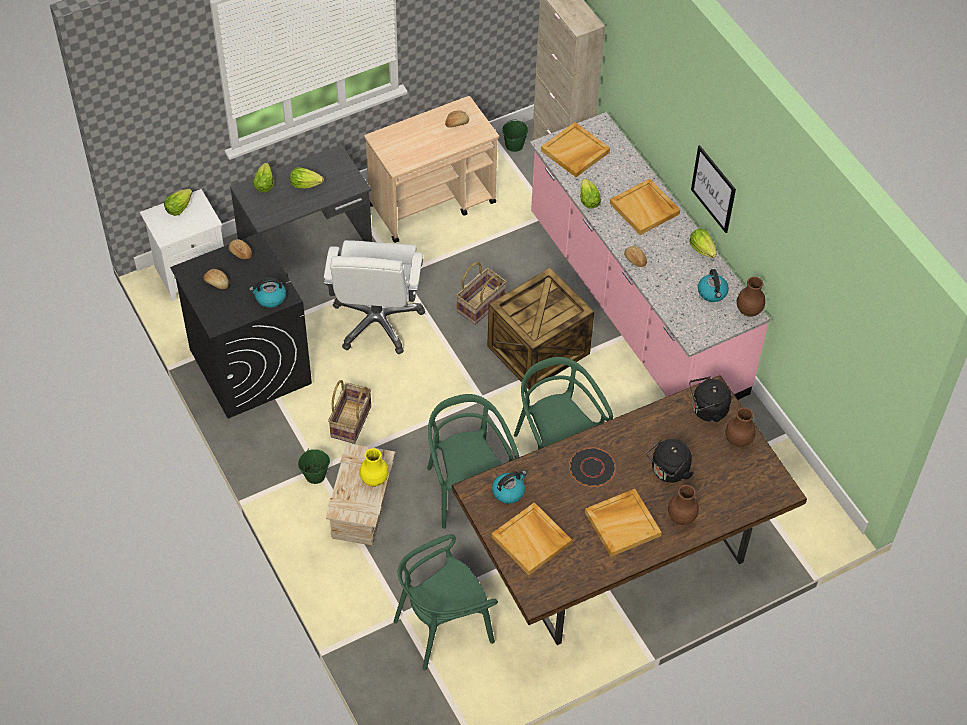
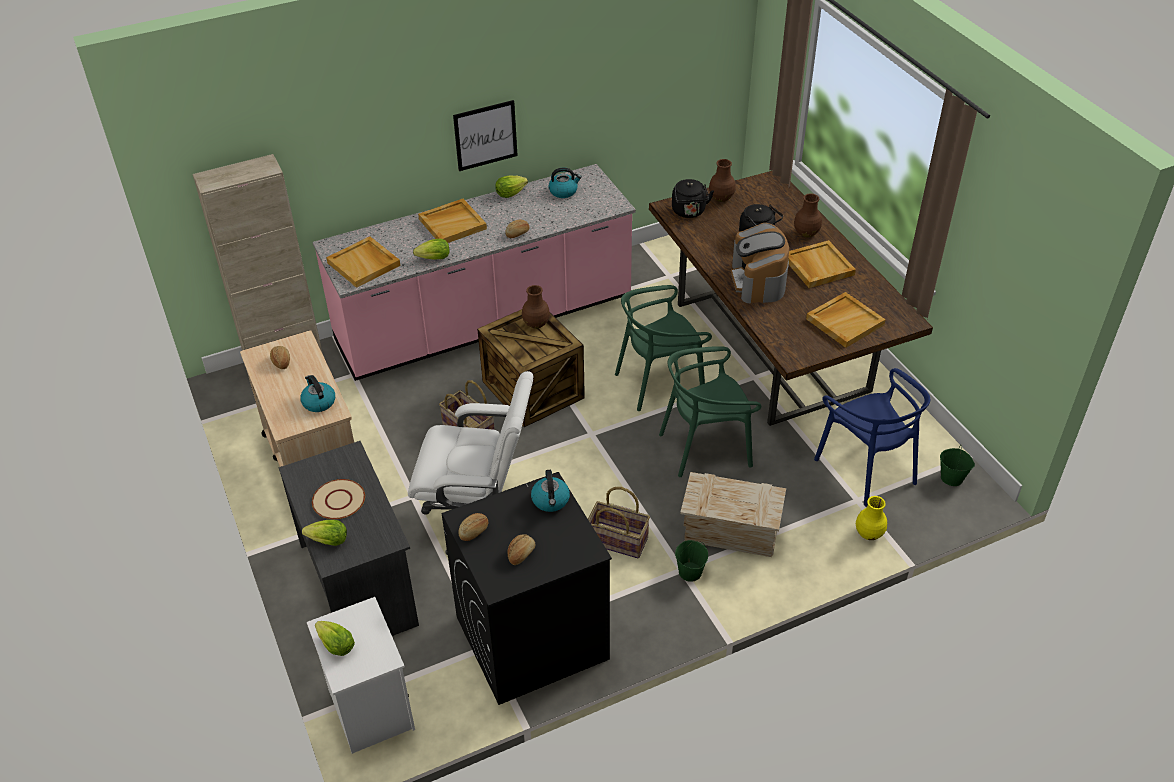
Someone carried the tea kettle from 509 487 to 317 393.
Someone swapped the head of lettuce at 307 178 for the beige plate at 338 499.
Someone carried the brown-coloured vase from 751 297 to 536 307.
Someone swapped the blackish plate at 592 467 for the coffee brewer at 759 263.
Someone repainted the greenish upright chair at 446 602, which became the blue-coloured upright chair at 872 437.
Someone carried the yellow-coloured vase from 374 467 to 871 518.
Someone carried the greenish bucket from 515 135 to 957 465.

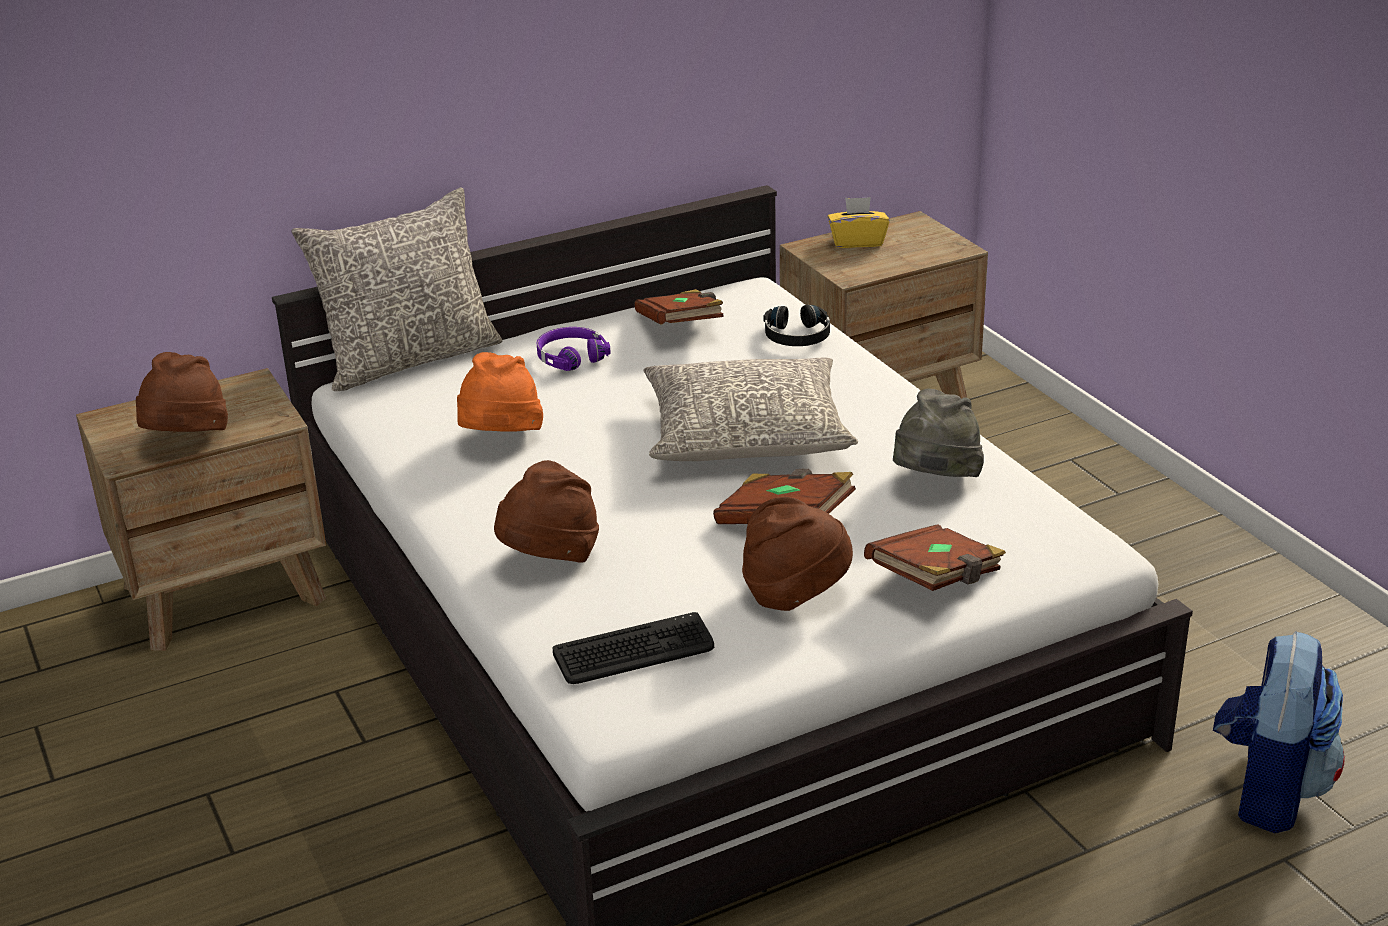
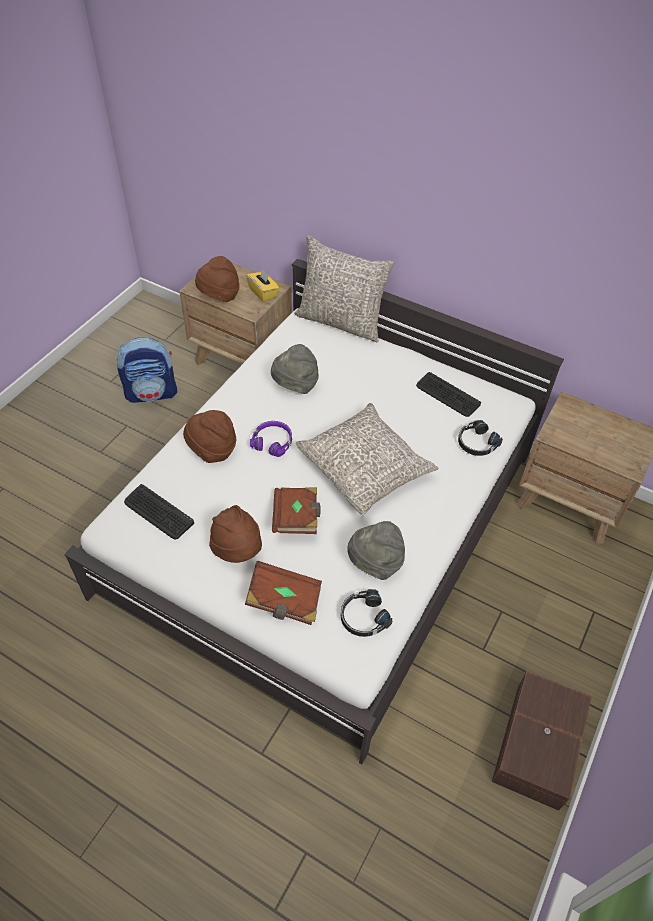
Someone carried the backpack from 1279 732 to 147 370.
Someone carried the yellow-coloured box of tissues from 859 222 to 262 285.
Someone carried the purple headset from 573 349 to 271 439.
Someone repainted the orange wearable hat at 500 392, which became the grey wearable hat at 295 369.
Someone put down the blackish headset at 366 613.
Someone swapped the brown-coloured bound book at 679 307 for the computer keyboard at 448 394.
Someone put down the brown-coloured storage container at 542 741.

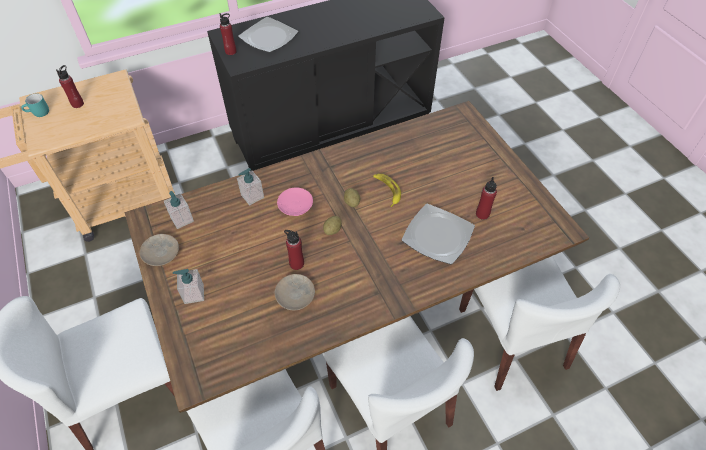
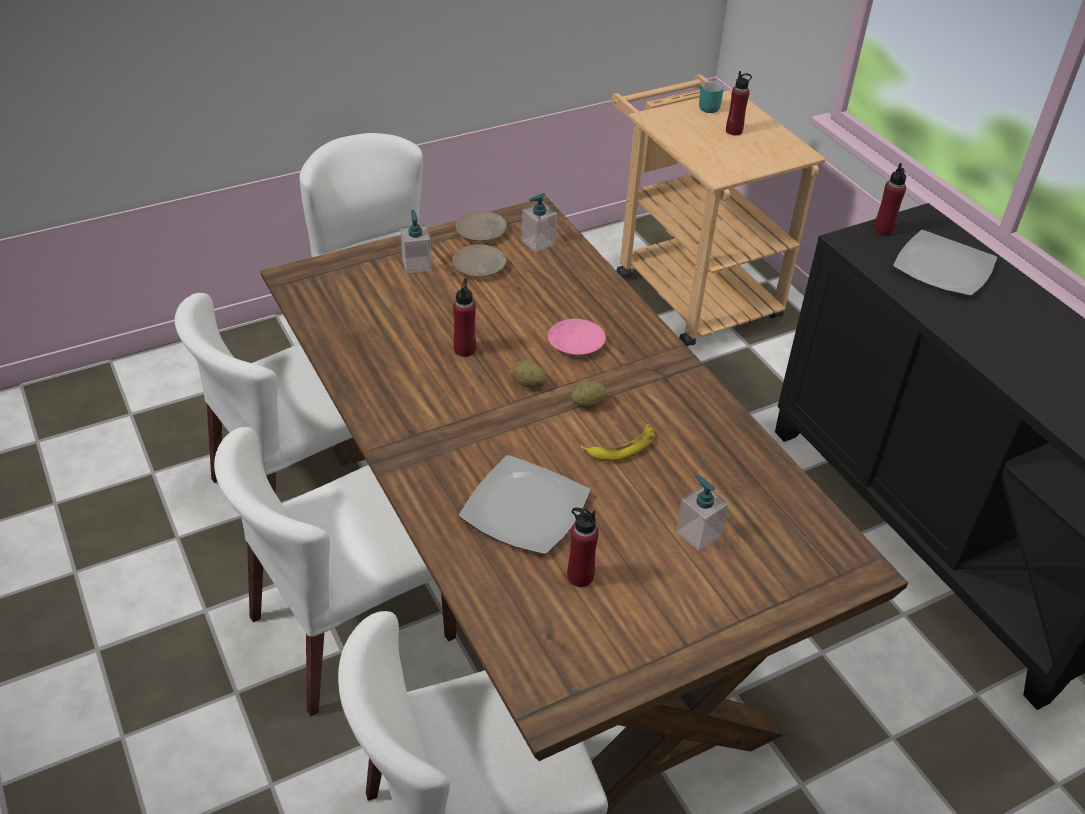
Someone carried the beige plate from 295 292 to 479 260.
Someone carried the liquid soap bottle from 250 186 to 702 512.

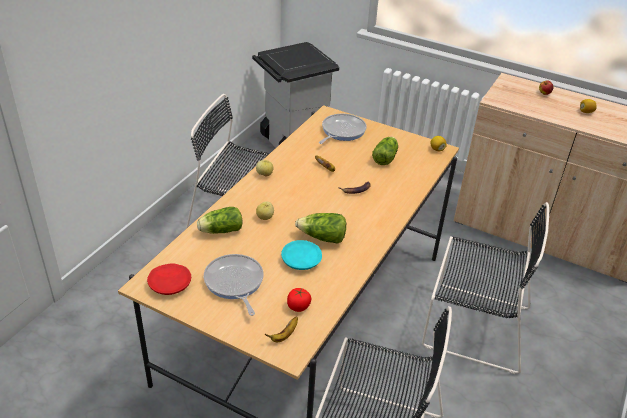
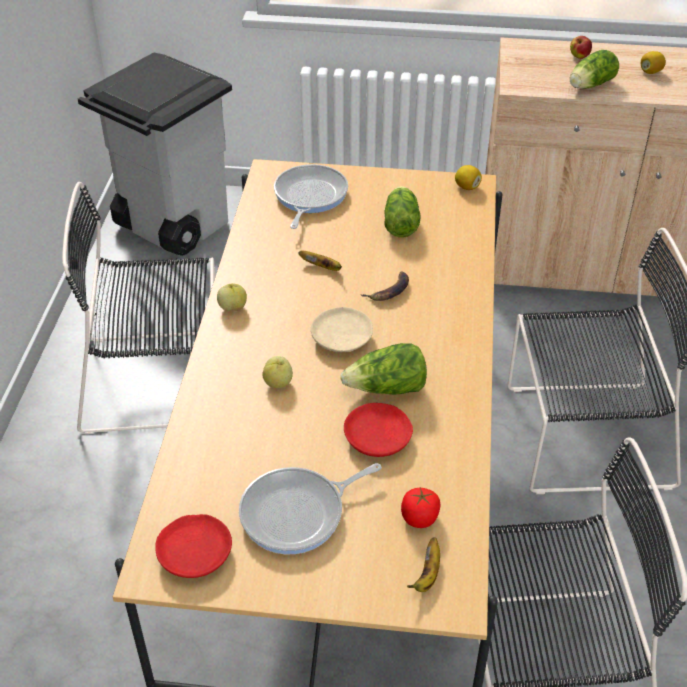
Someone rotated the skillet at 234 285 by 75 degrees counterclockwise.
Someone put down the beige plate at 342 329.
Someone repainted the turquoise plate at 301 255, which became the red-coloured plate at 378 430.
Someone carried the head of lettuce from 220 220 to 594 69.

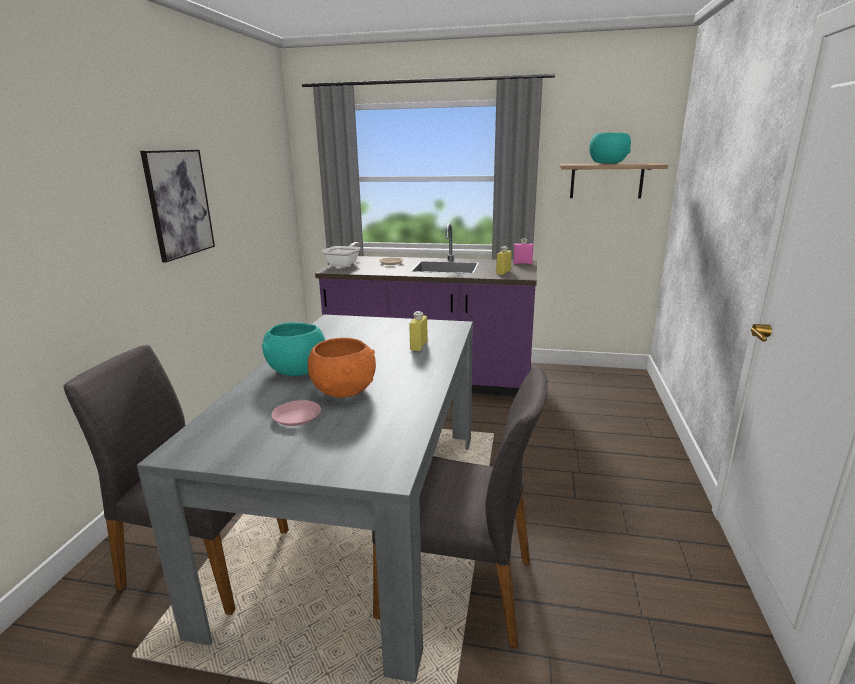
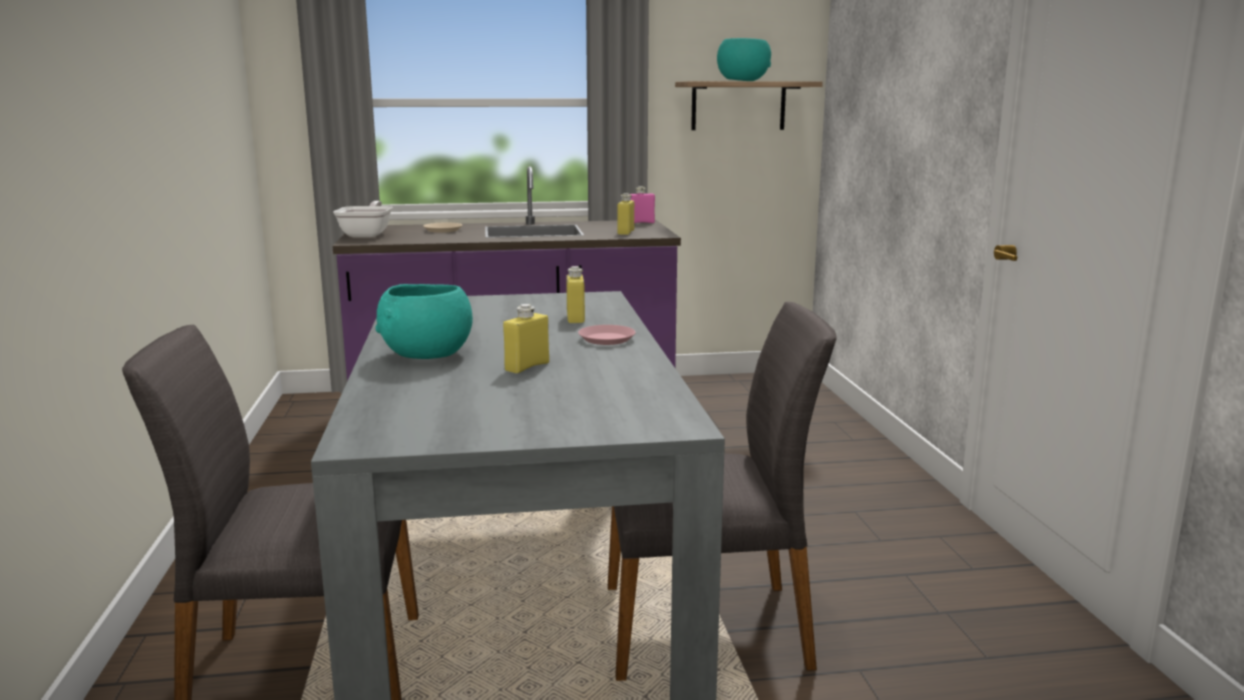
Someone swapped the orange serving bowl at 342 368 for the yellow-coloured drink bottle at 526 338.
Someone carried the pink plate from 296 413 to 607 335.
Someone took away the picture at 177 205.

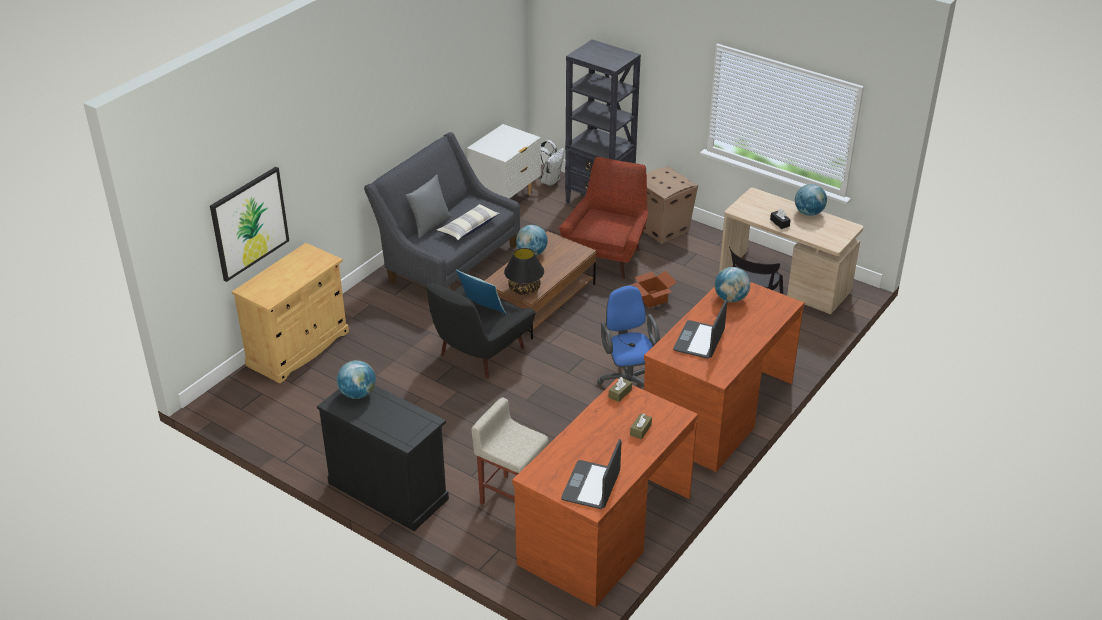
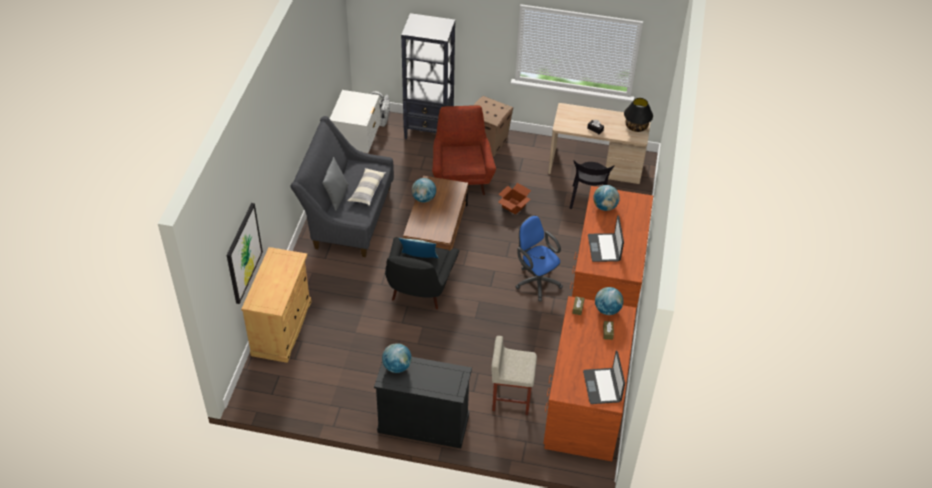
Someone carried the desk globe from 811 200 to 609 301.
Someone carried the blackish lamp for a table from 524 271 to 638 115.

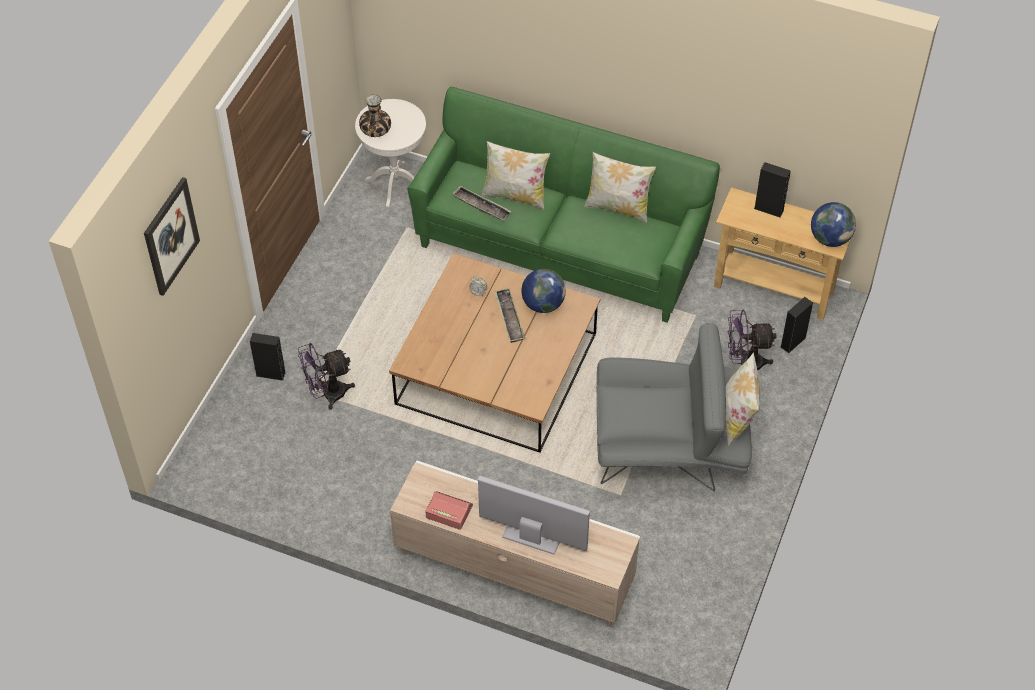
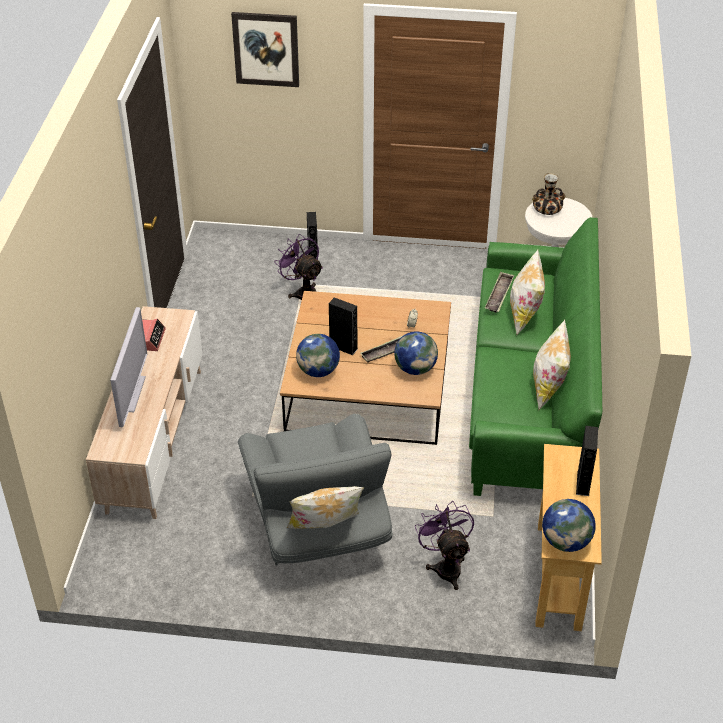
Someone put down the desk globe at 318 355.
Someone carried the blackish audio speaker from 796 325 to 343 326.

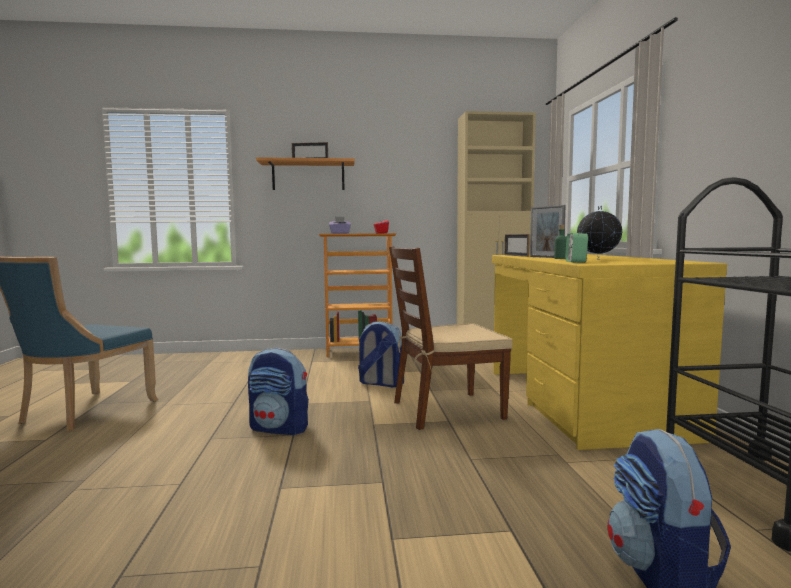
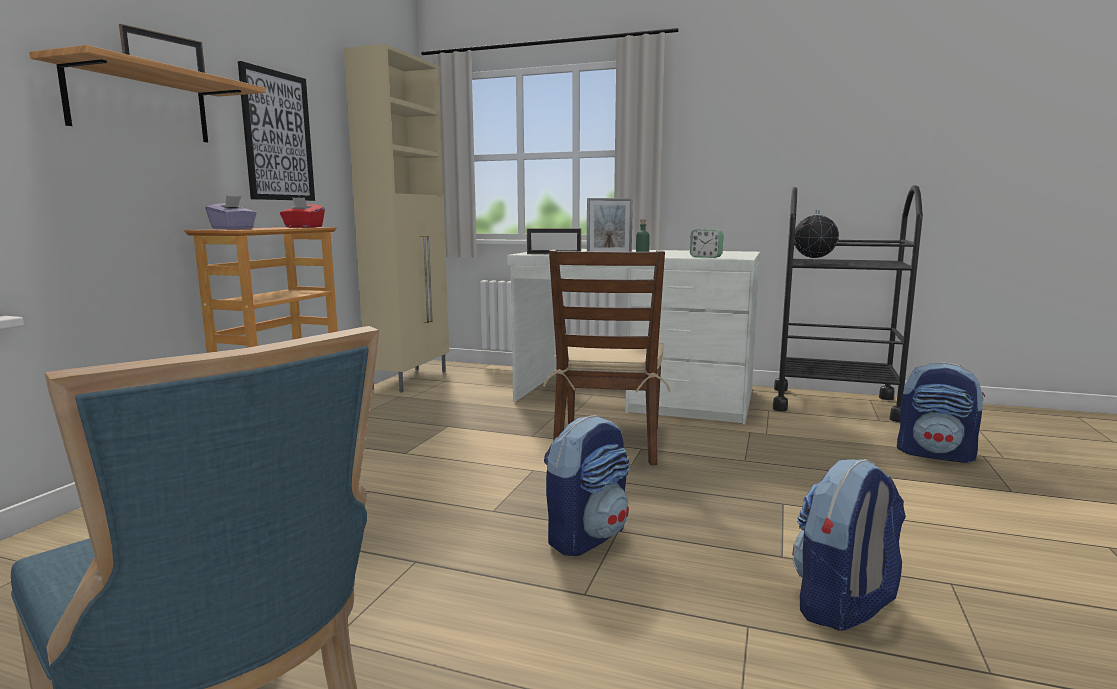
Someone put up the picture at 276 131.
Someone repainted the yellow-coloured desk at 609 352, which became the whitish desk at 633 337.
Someone carried the backpack from 381 354 to 849 545.
Someone carried the desk globe from 600 233 to 816 237.

